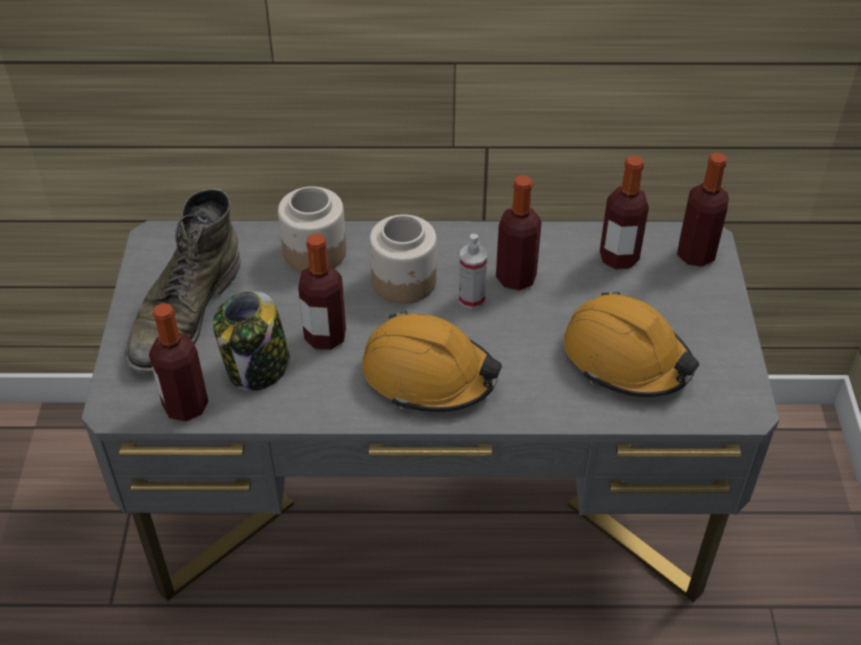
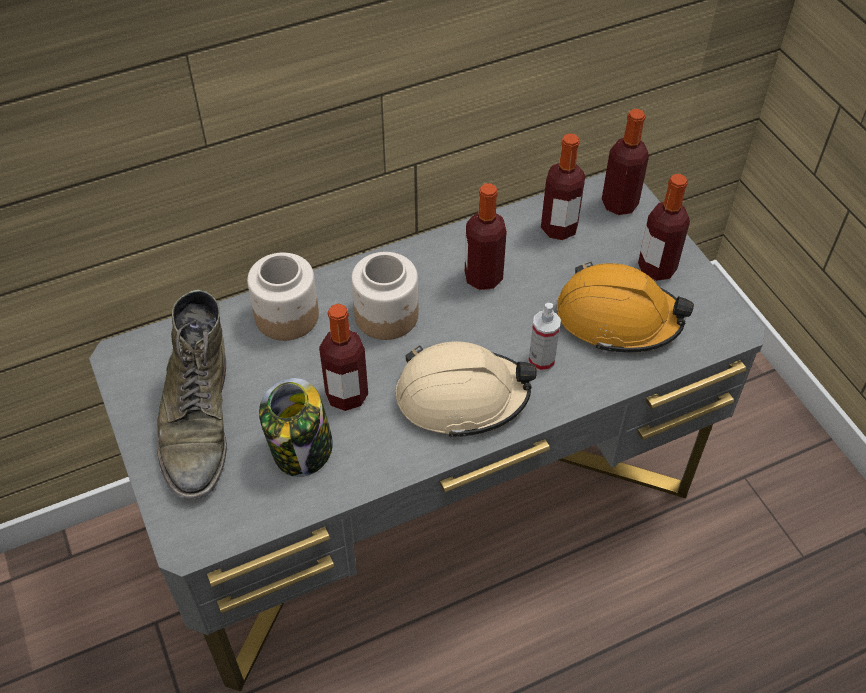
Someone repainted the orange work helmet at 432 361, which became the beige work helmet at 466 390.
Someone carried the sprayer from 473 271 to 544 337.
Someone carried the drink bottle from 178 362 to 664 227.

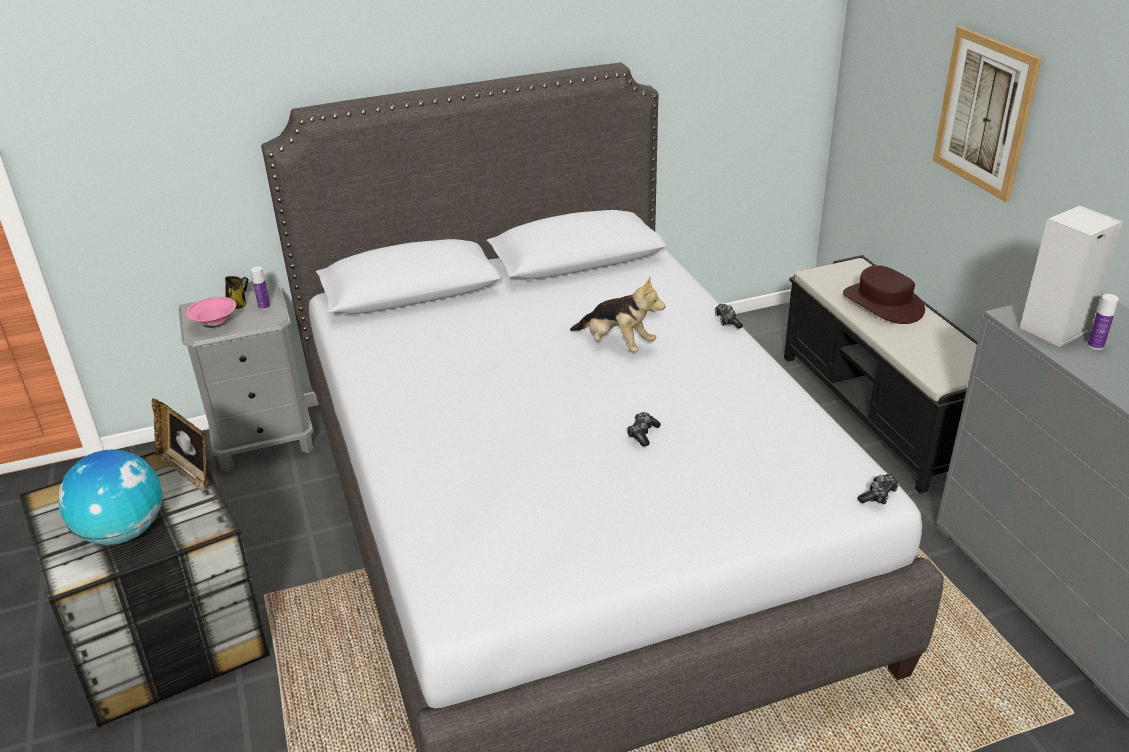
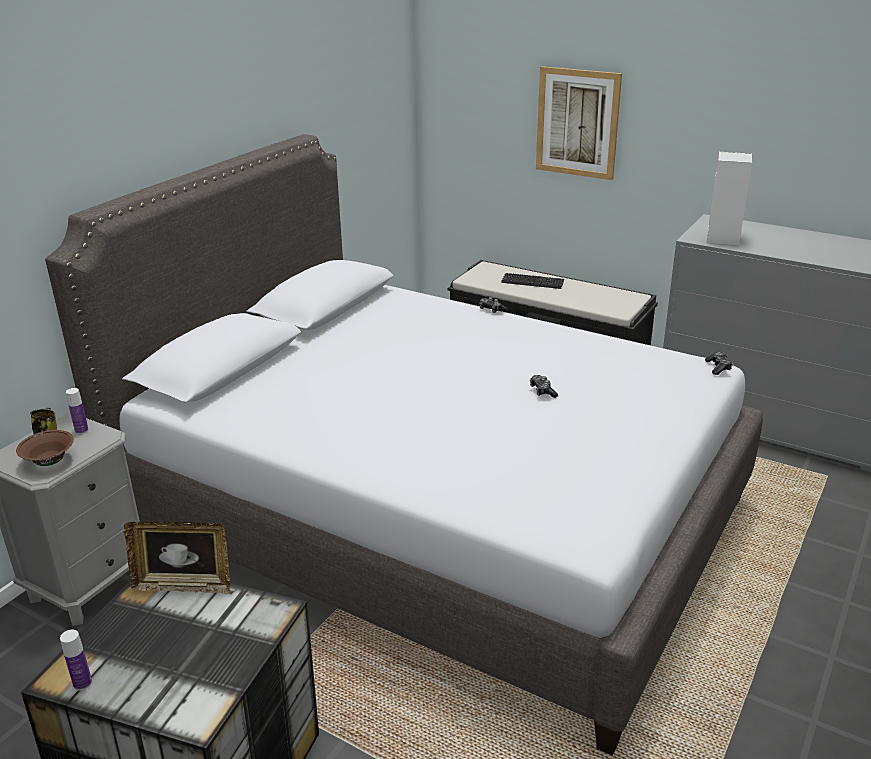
Someone repainted the pink serving bowl at 211 312, which became the brown-coloured serving bowl at 45 448.
Someone carried the drink bottle from 1103 322 to 76 659.
Someone swapped the brown-coloured wearable hat at 884 294 for the computer keyboard at 533 281.
Someone took away the desk globe at 111 497.
Someone took away the cuddly toy at 617 314.

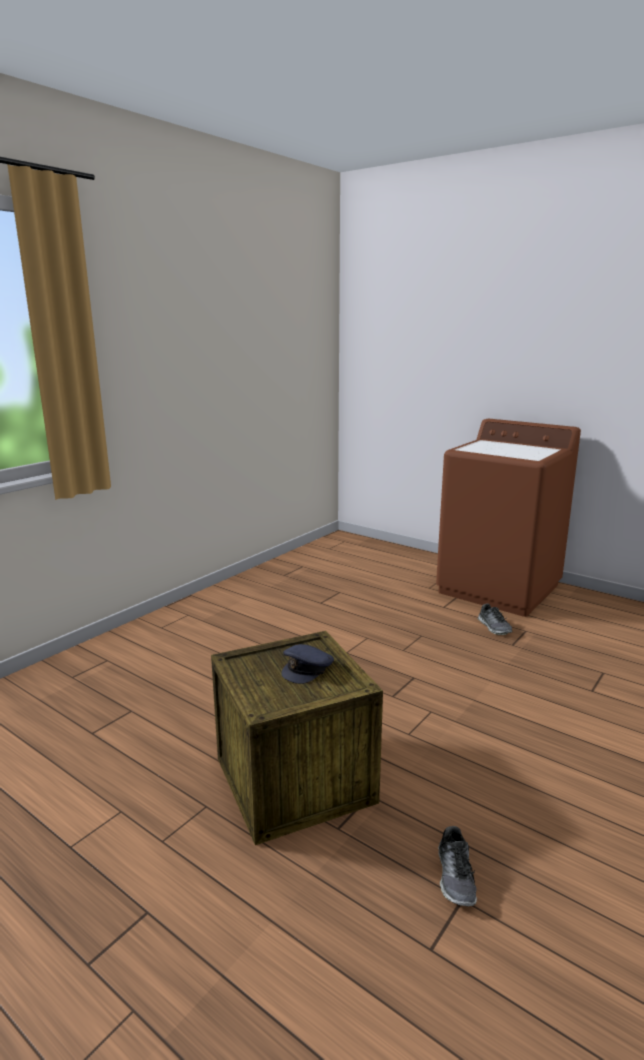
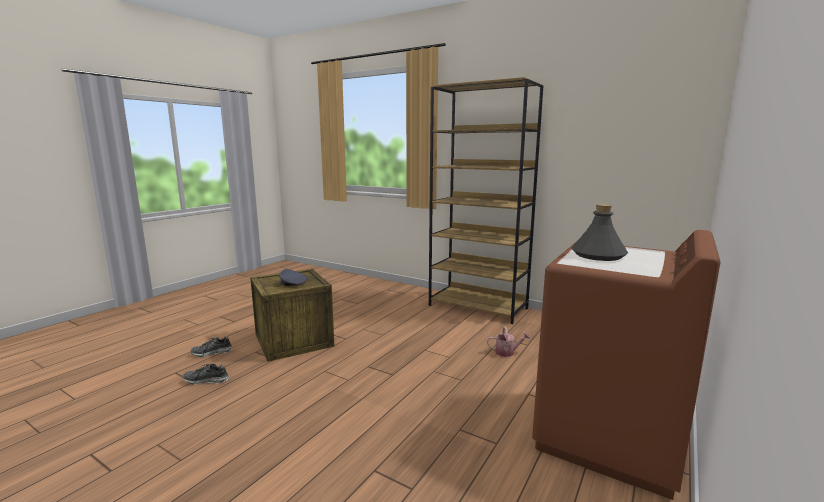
Someone carried the low shoe from 495 619 to 211 346.
Someone put down the brown-coloured shelving unit at 486 200.
Someone put down the watering can at 508 342.
Someone put down the grey drink bottle at 599 232.

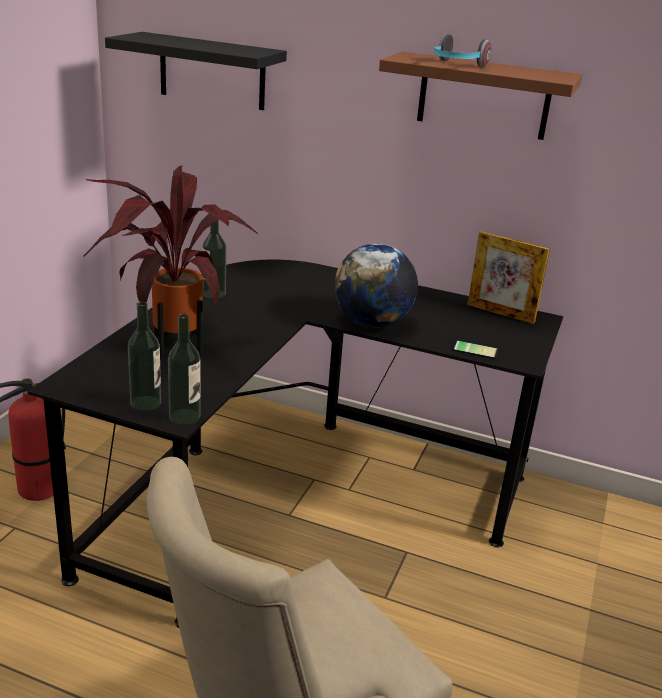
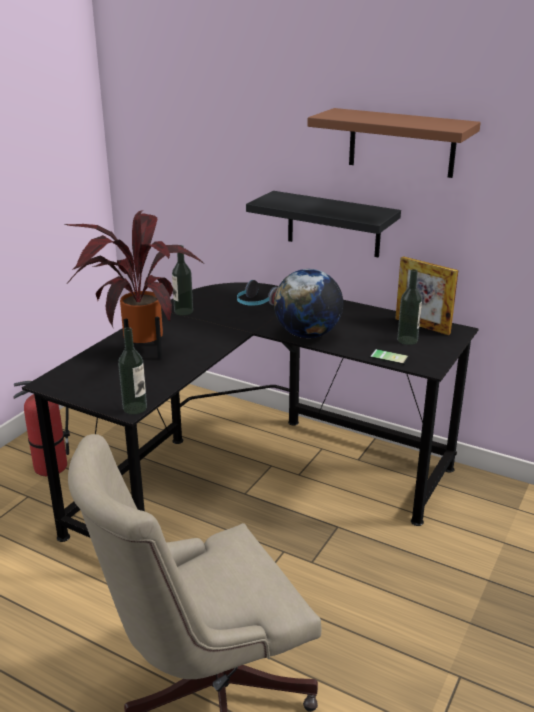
Someone carried the headset from 462 50 to 257 293.
Someone carried the blackish shelf from 196 71 to 323 224.
Someone carried the drink bottle from 144 356 to 409 307.

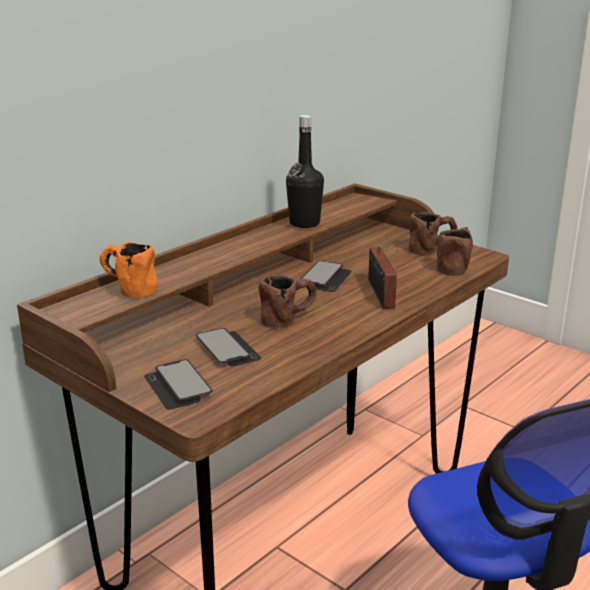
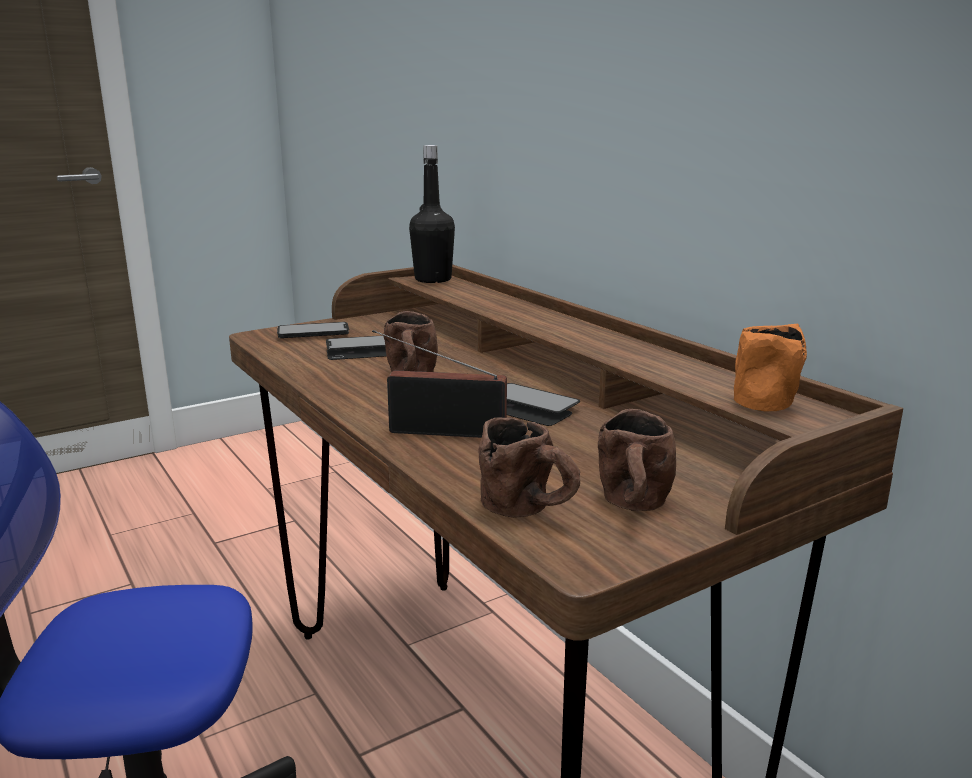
Someone carried the blackish drink bottle from 305 171 to 432 214.
Someone carried the orange coffee mug from 129 270 to 770 367.

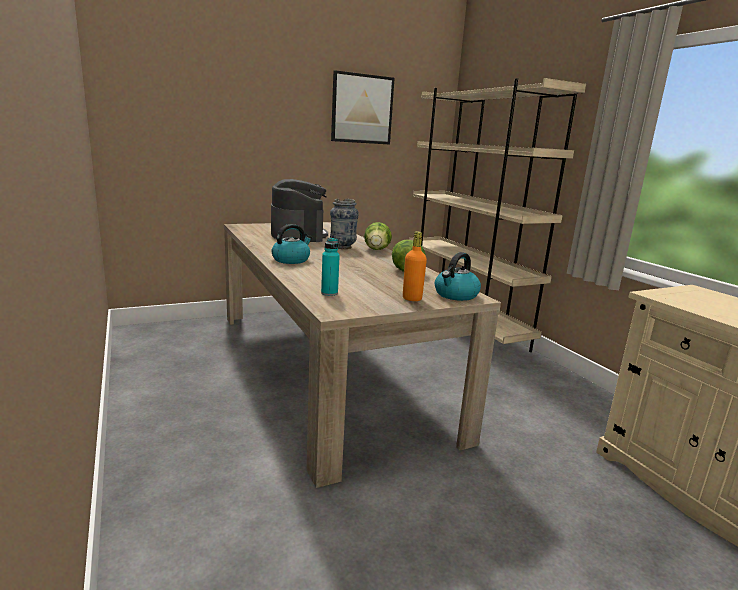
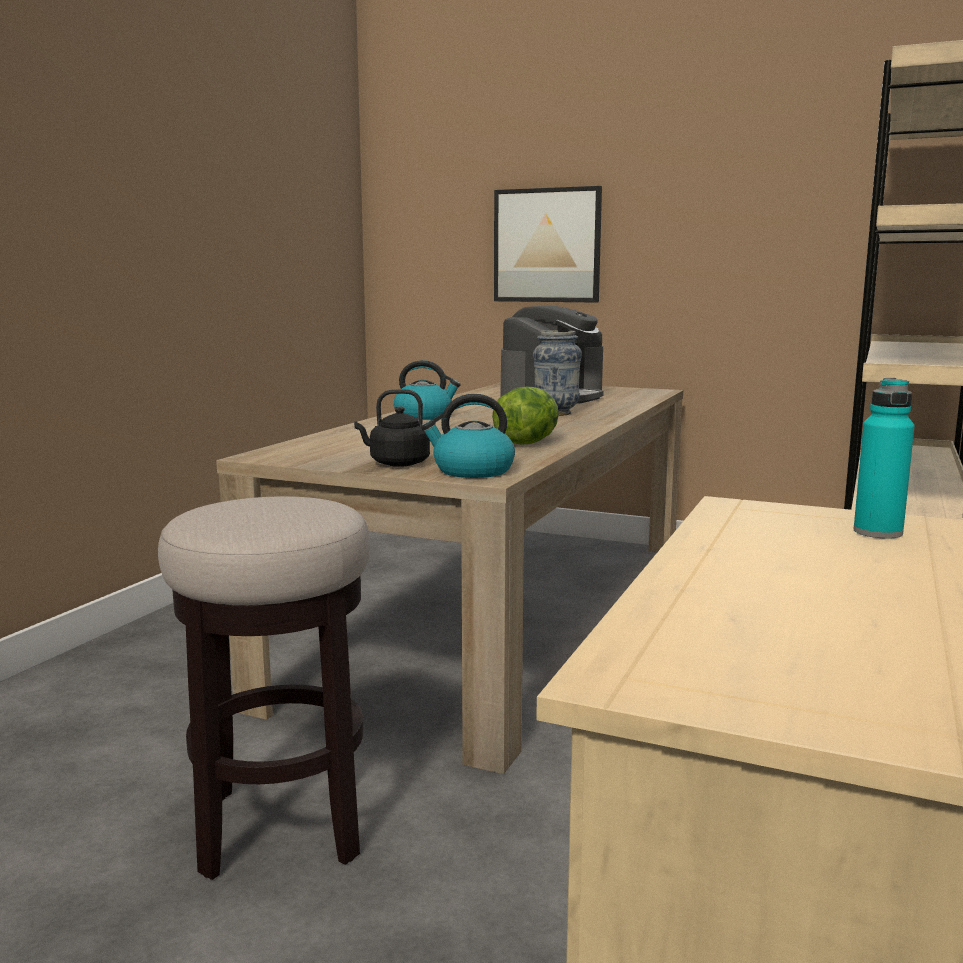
Someone put down the stool at 264 688.
Someone swapped the orange drink bottle at 415 266 for the blackish tea kettle at 392 428.
Someone carried the picture from 363 107 to 548 244.
Someone carried the turquoise drink bottle from 330 267 to 884 458.
Someone took away the head of lettuce at 378 236.

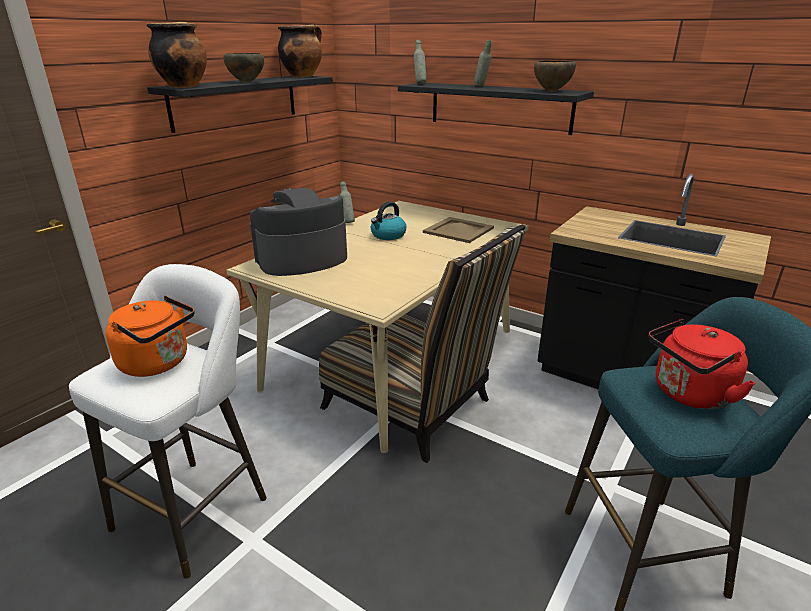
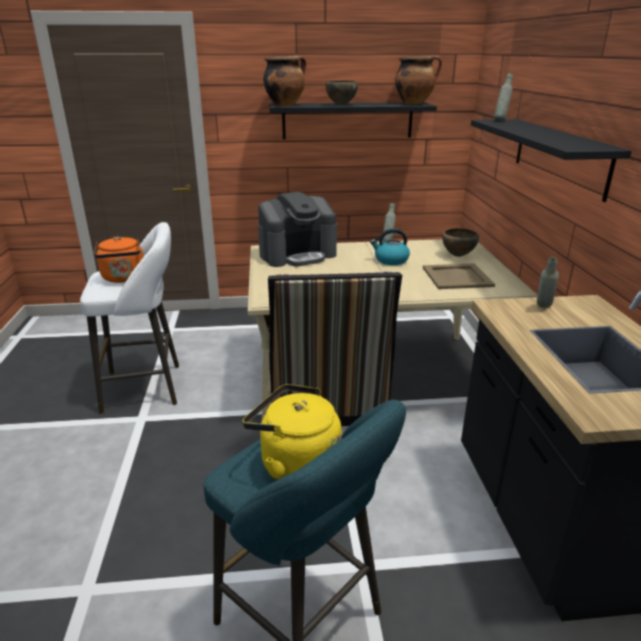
Someone repainted the red-coloured tea kettle at 702 364, which became the yellow-coloured tea kettle at 292 432.
Someone rotated the coffee brewer at 298 232 by 135 degrees clockwise.
Someone carried the brown-coloured serving bowl from 555 76 to 460 242.
Someone carried the grey drink bottle from 483 63 to 548 282.

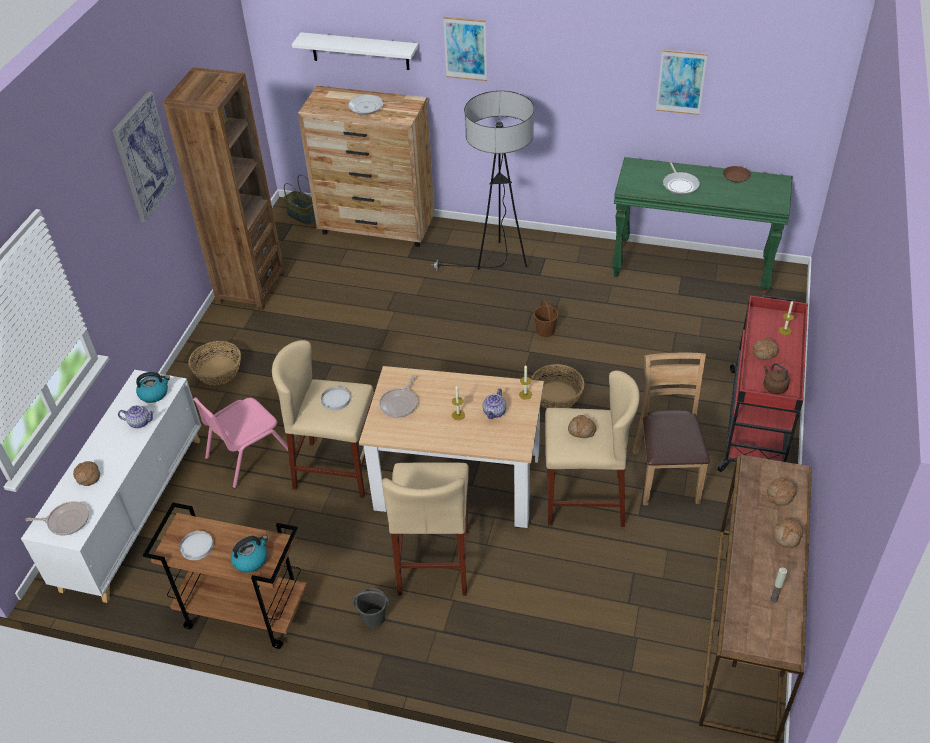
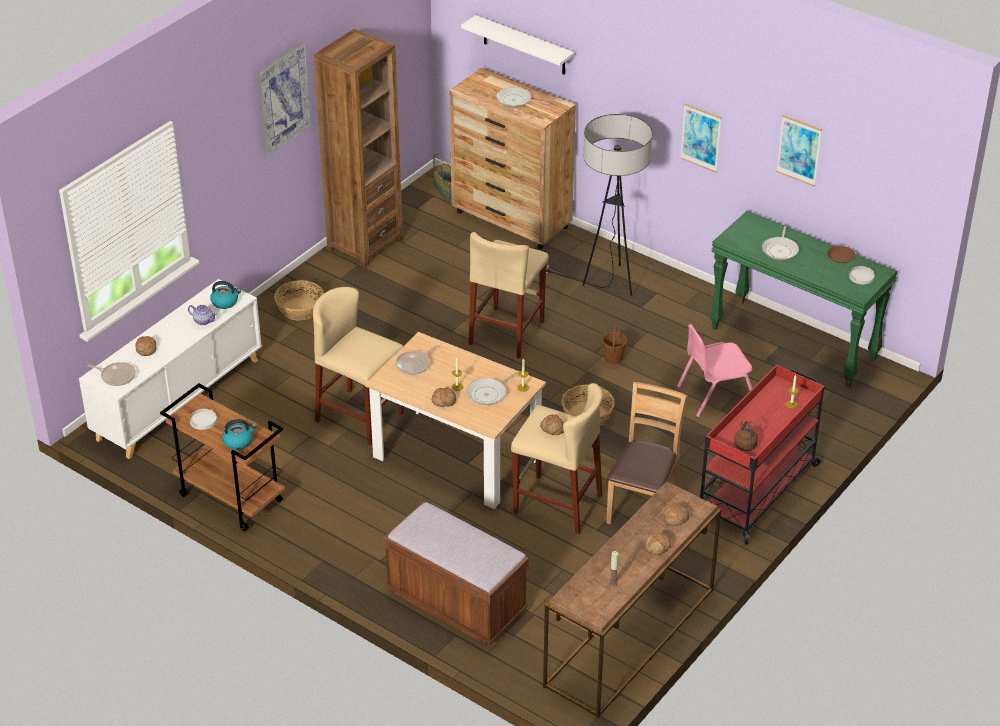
Someone put down the brown-coloured bench at 456 573.
Someone carried the bakery bread from 765 349 to 444 397.
Someone swapped the teapot at 494 403 for the skillet at 491 388.
Someone carried the beige stool from 425 529 to 509 295.
Someone carried the pink upright chair from 240 442 to 715 370.
Someone carried the picture from 465 49 to 700 137.
Someone carried the whitish plate from 335 399 to 862 275.
Someone took away the grey bucket at 371 608.

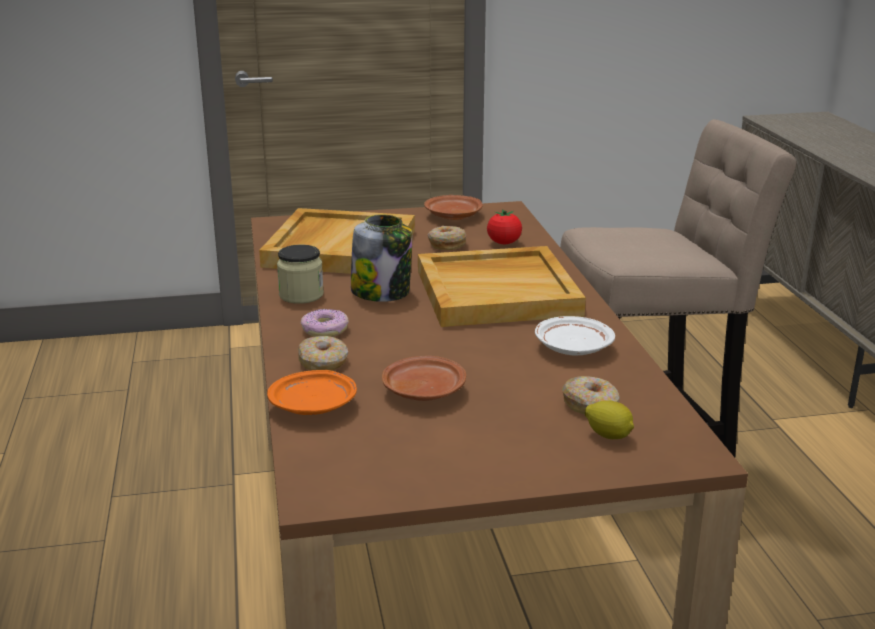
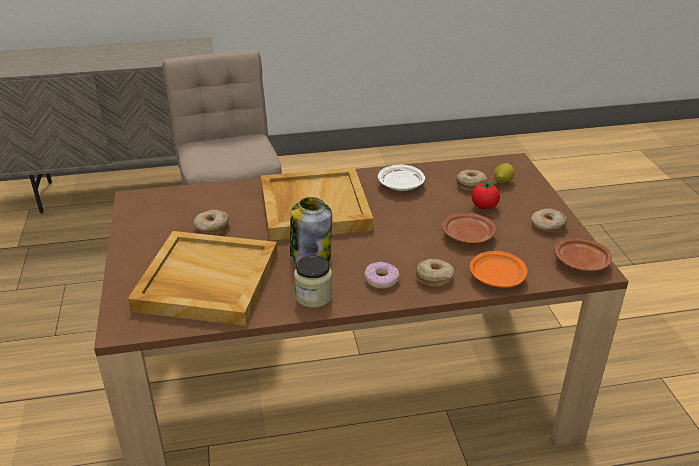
Someone carried the whole tomato from 504 226 to 486 195.
Someone put down the doughnut at 549 221.
Someone carried the brown-coloured plate from 453 207 to 583 254.

